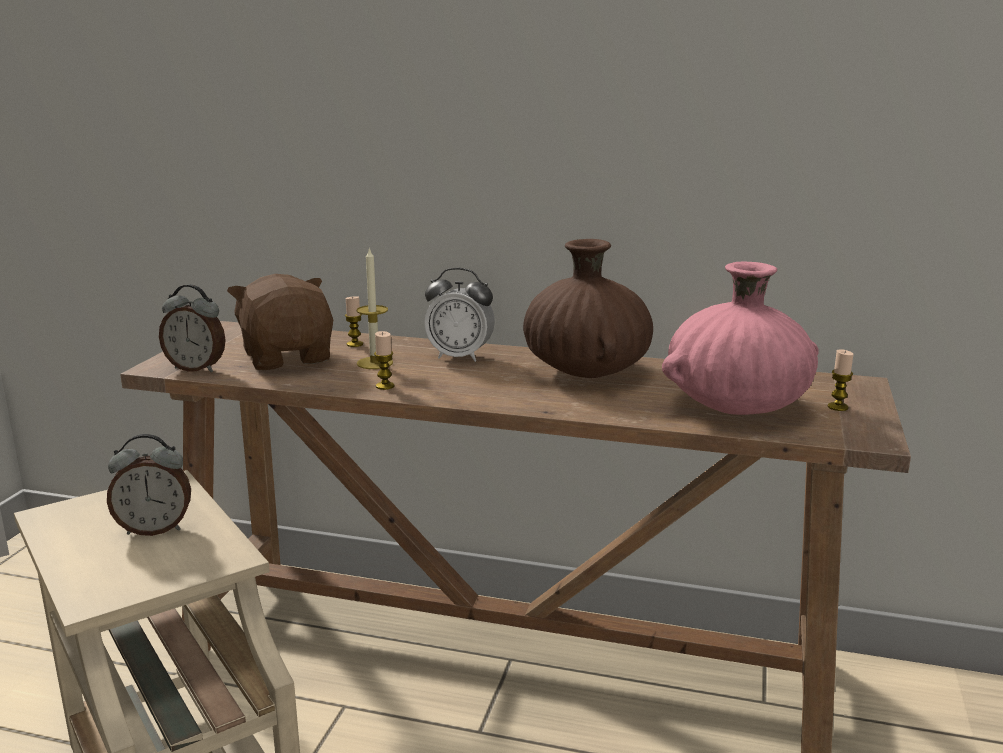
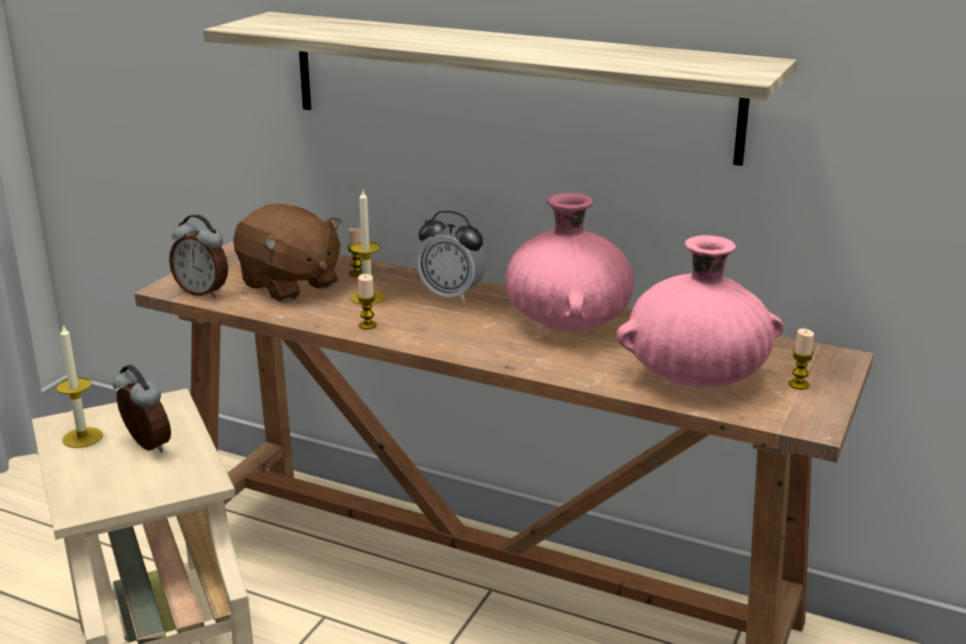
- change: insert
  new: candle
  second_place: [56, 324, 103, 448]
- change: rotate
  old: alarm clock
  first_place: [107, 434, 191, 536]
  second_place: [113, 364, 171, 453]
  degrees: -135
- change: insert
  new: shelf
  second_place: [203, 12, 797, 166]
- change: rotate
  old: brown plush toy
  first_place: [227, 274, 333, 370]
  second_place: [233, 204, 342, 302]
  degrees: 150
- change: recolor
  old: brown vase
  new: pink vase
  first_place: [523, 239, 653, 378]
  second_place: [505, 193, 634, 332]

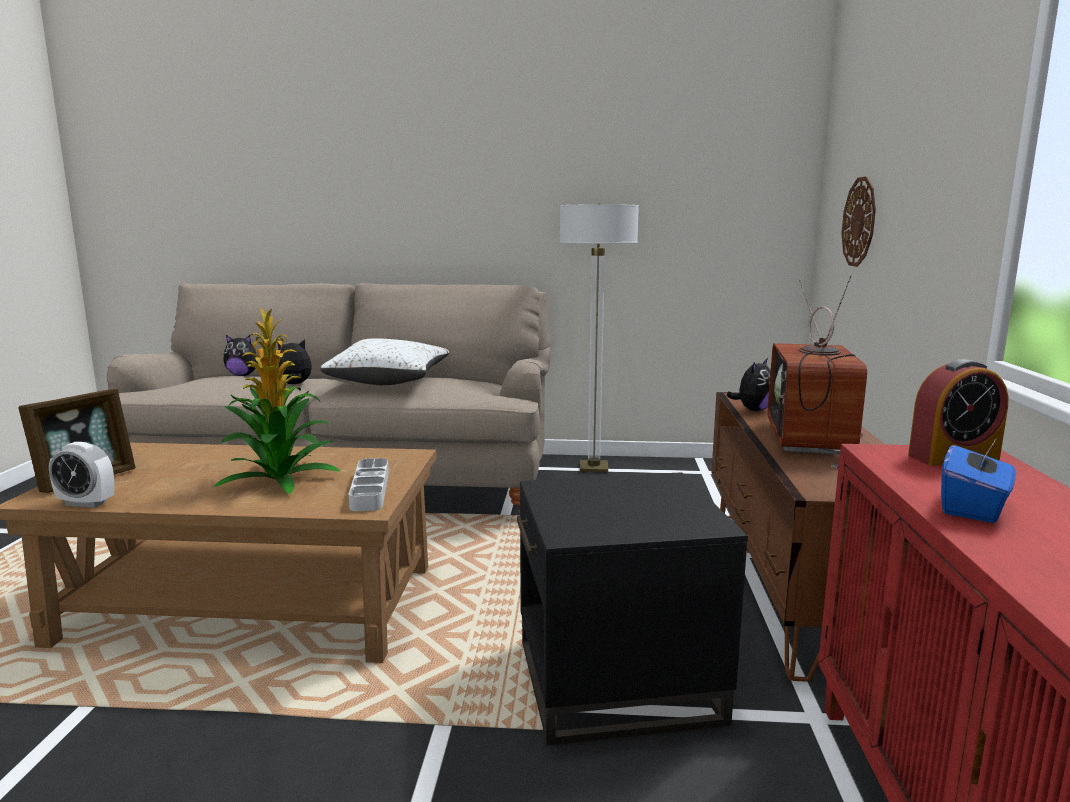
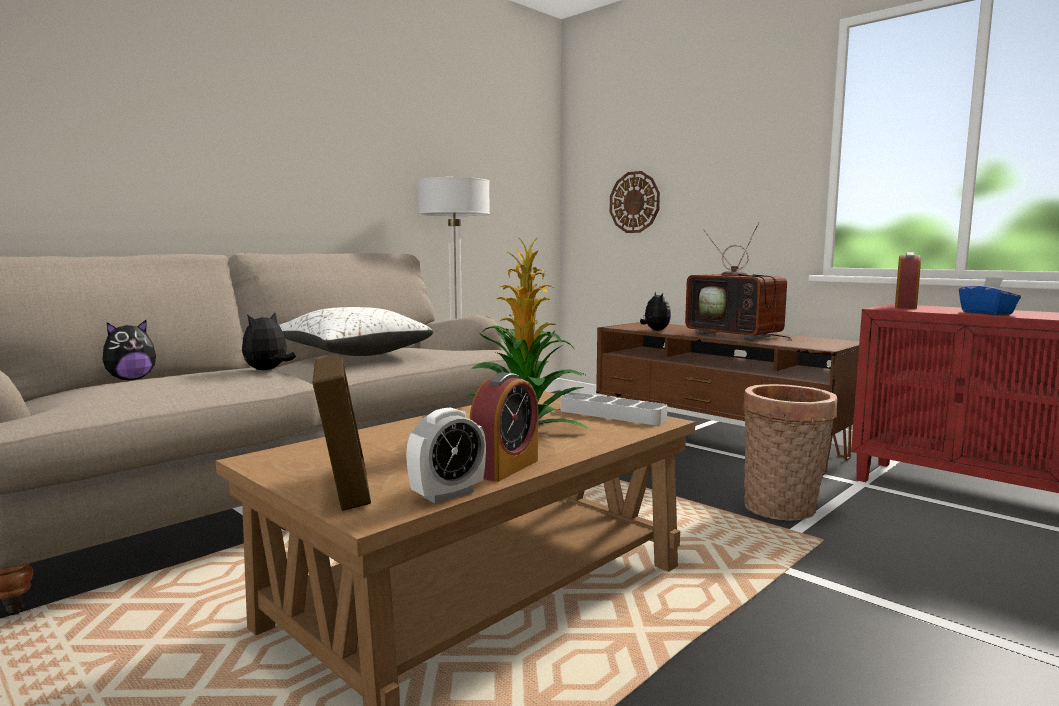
- change: insert
  new: alarm clock
  second_place: [470, 372, 538, 482]
- change: replace
  old: black side table
  new: basket
  first_place: [517, 472, 748, 745]
  second_place: [742, 384, 837, 521]

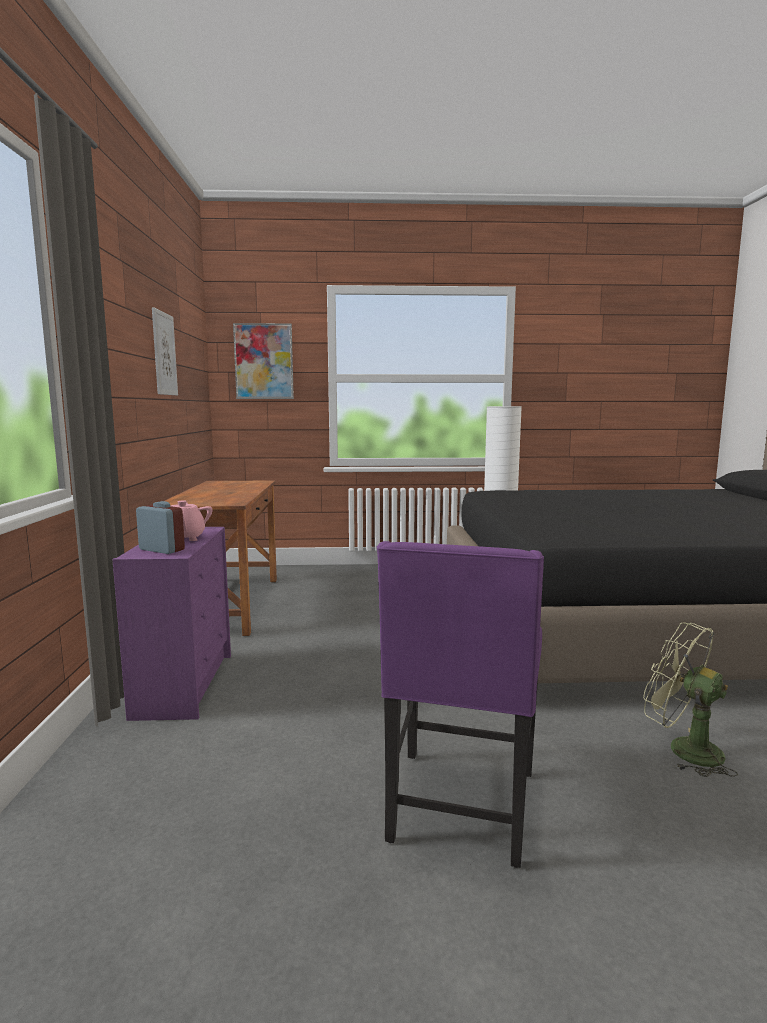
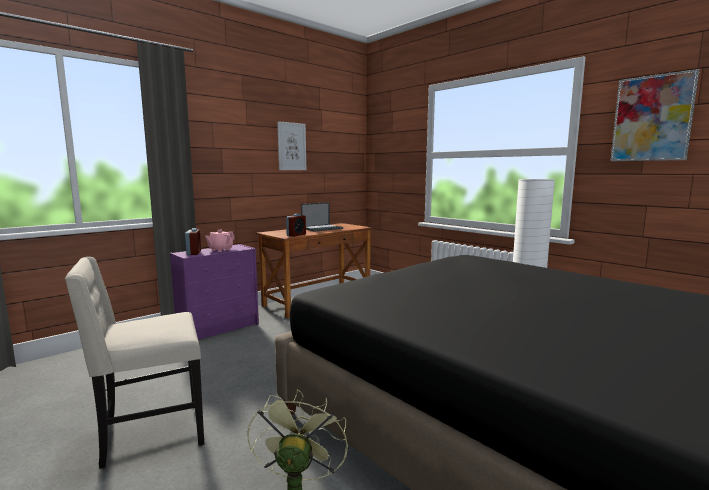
- change: recolor
  old: purple chair
  new: beige chair
  first_place: [377, 541, 544, 868]
  second_place: [65, 257, 204, 469]
- change: insert
  new: alarm clock
  second_place: [286, 214, 306, 237]
- change: insert
  new: laptop
  second_place: [301, 202, 343, 232]
- change: move
  old: picture
  first_place: [233, 323, 294, 399]
  second_place: [611, 69, 700, 161]

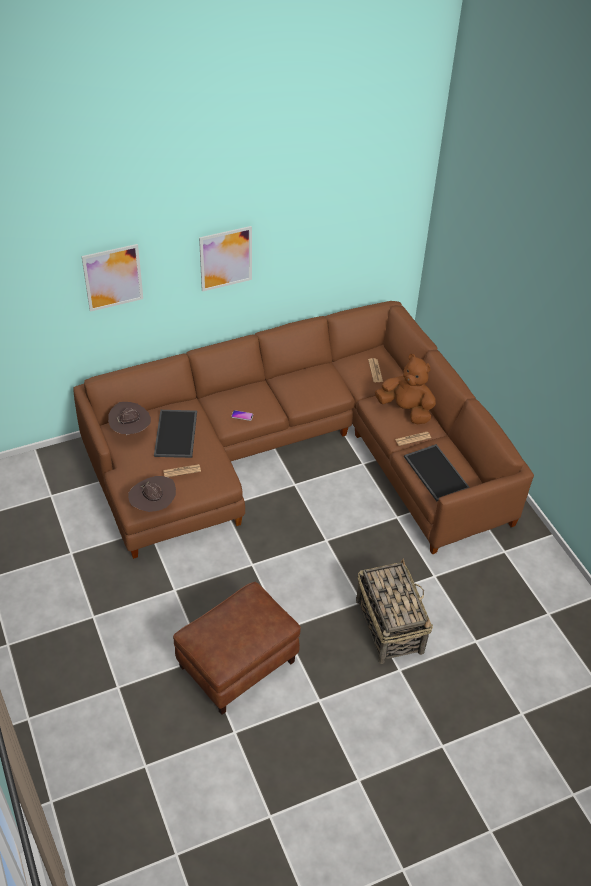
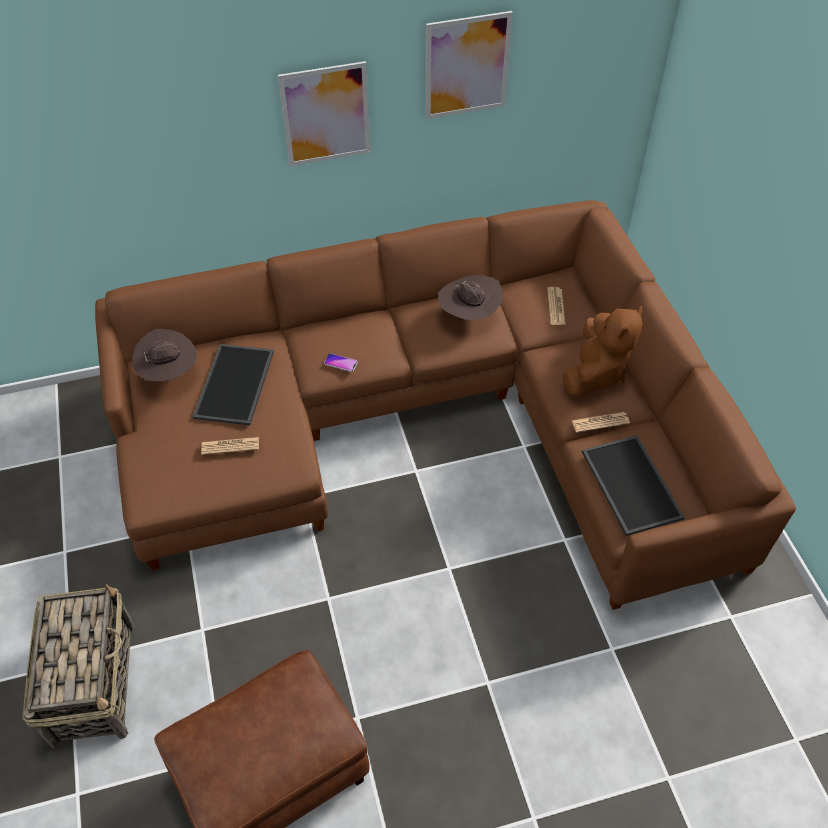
- change: move
  old: basket
  first_place: [356, 559, 433, 664]
  second_place: [22, 584, 135, 748]
- change: move
  old: picture
  first_place: [82, 244, 143, 312]
  second_place: [426, 11, 513, 119]
- change: move
  old: brown hat
  first_place: [128, 476, 176, 512]
  second_place: [438, 275, 503, 320]
- change: rotate
  old: brown plush toy
  first_place: [375, 354, 436, 424]
  second_place: [563, 306, 643, 396]
  degrees: 75

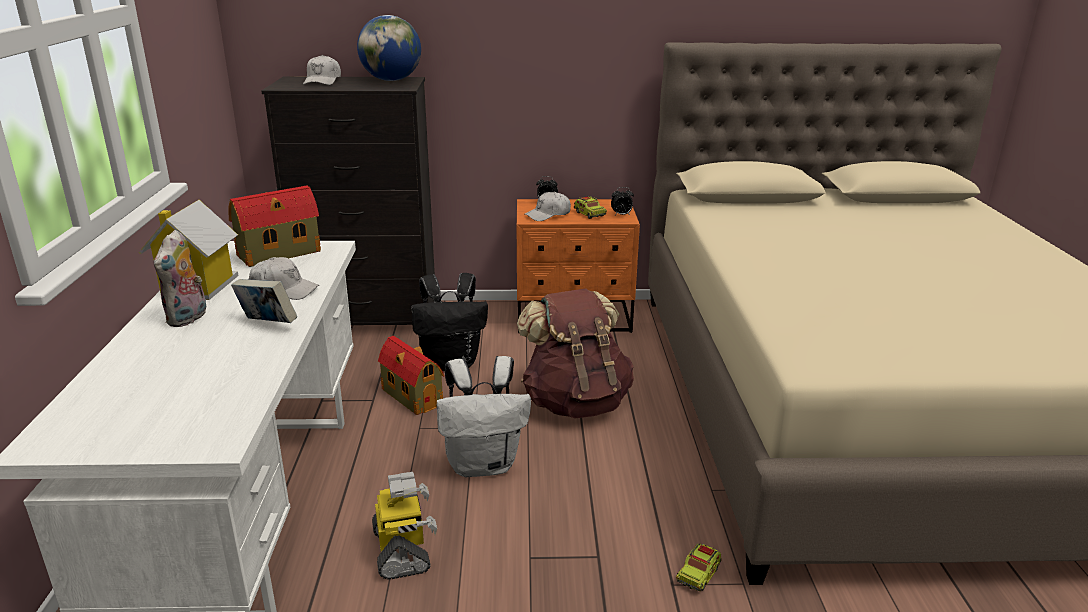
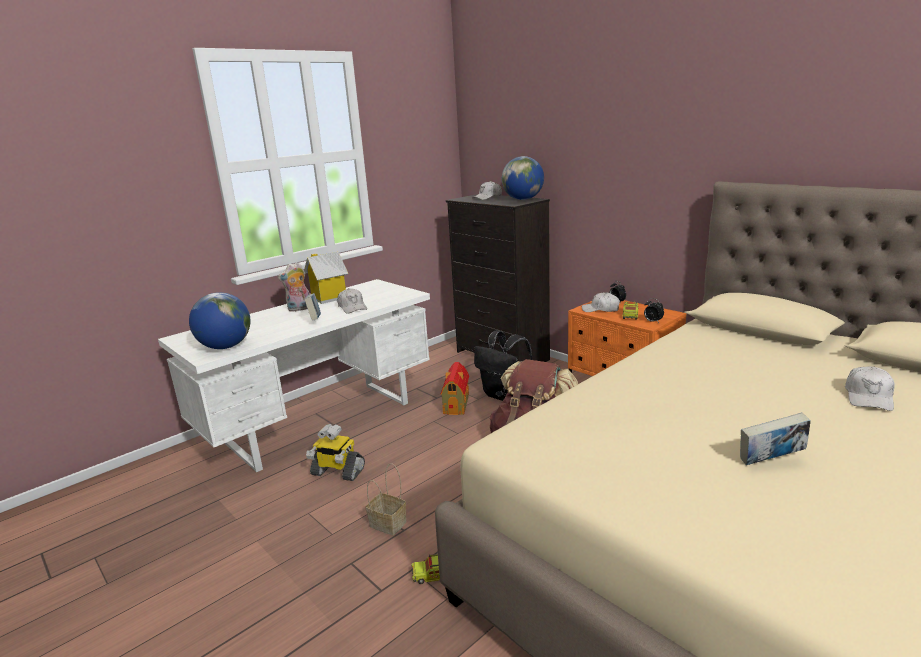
- change: insert
  new: globe
  second_place: [189, 292, 251, 349]
- change: rotate
  old: toy robot
  first_place: [372, 472, 437, 580]
  second_place: [306, 424, 365, 481]
  degrees: 75
- change: insert
  new: basket
  second_place: [366, 463, 407, 535]
- change: insert
  new: book
  second_place: [740, 412, 811, 465]
- change: insert
  new: white cap
  second_place: [845, 366, 895, 411]
- change: delete
  old: toy house
  first_place: [228, 186, 321, 267]
- change: delete
  old: white backpack
  first_place: [437, 356, 531, 477]

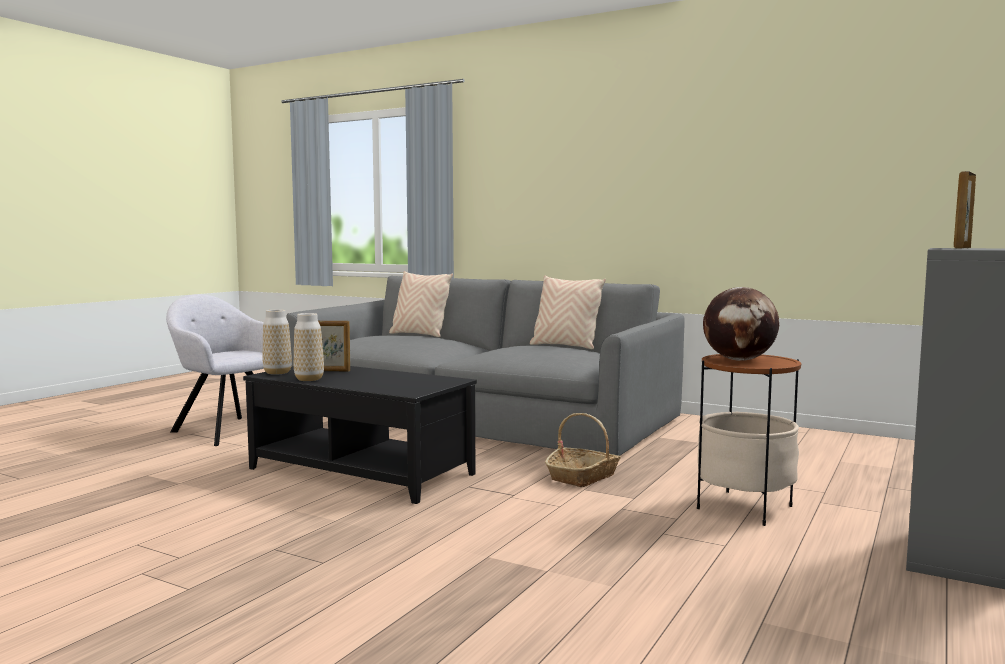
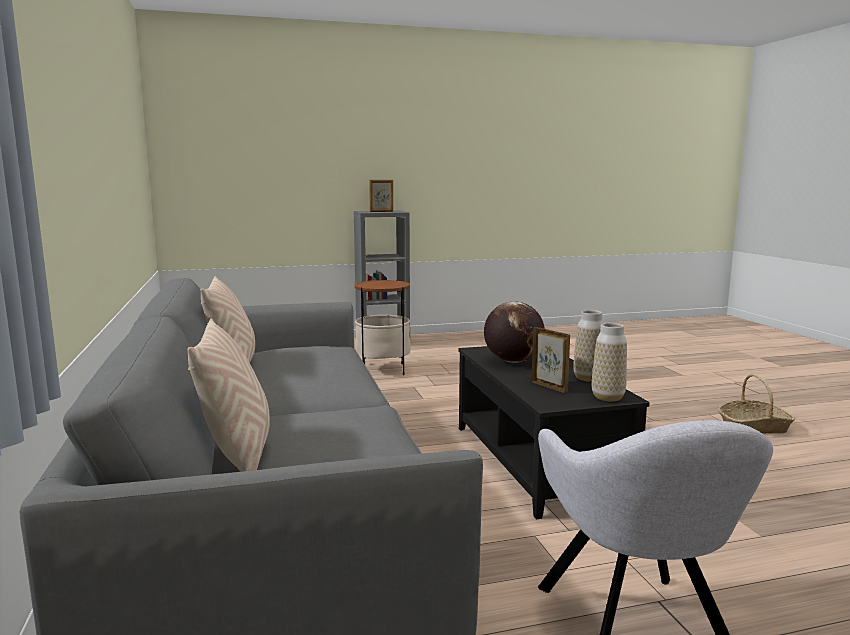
- change: move
  old: globe
  first_place: [703, 287, 779, 361]
  second_place: [484, 301, 545, 363]
- change: move
  old: basket
  first_place: [545, 413, 621, 487]
  second_place: [718, 374, 795, 434]

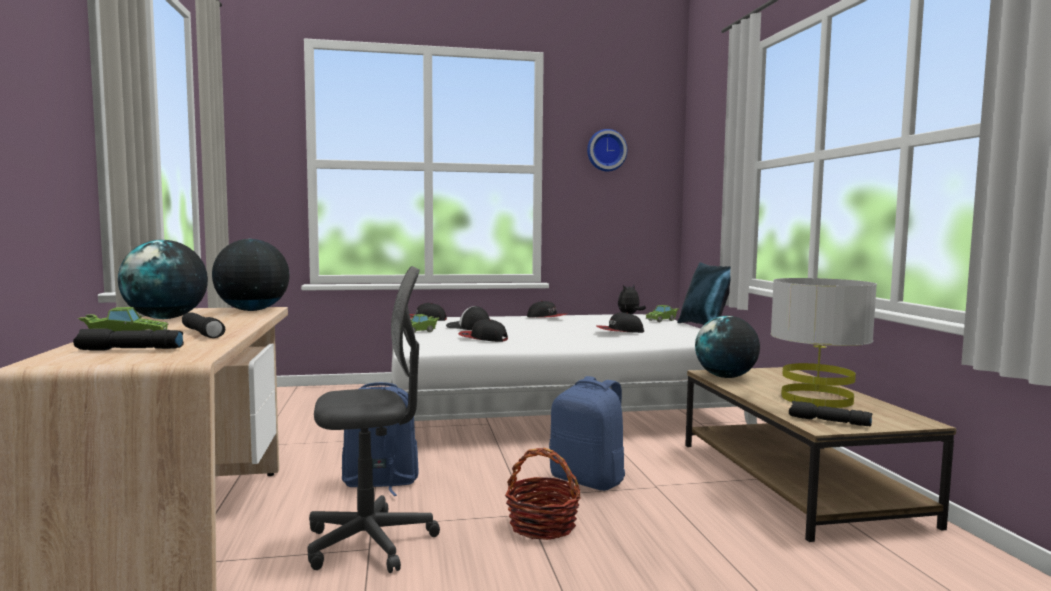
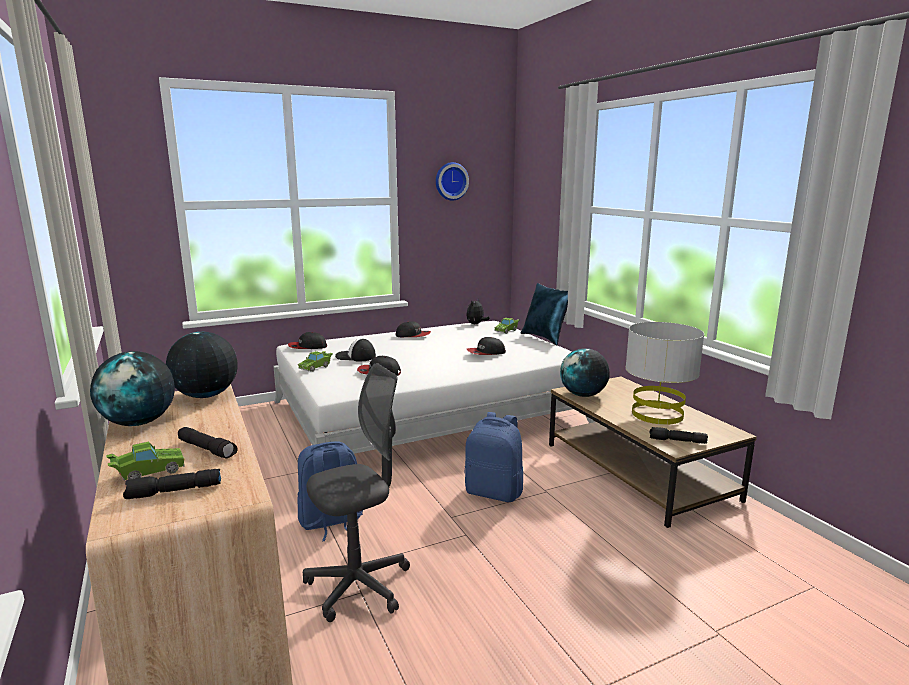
- change: delete
  old: basket
  first_place: [505, 448, 580, 540]

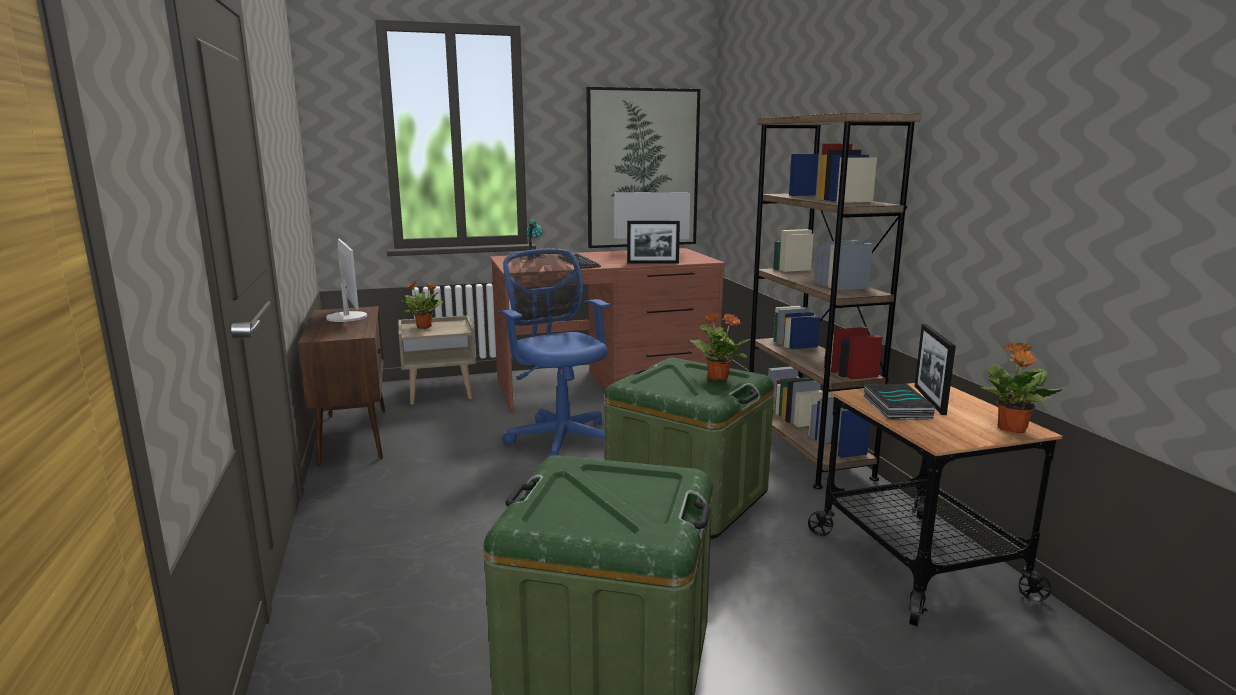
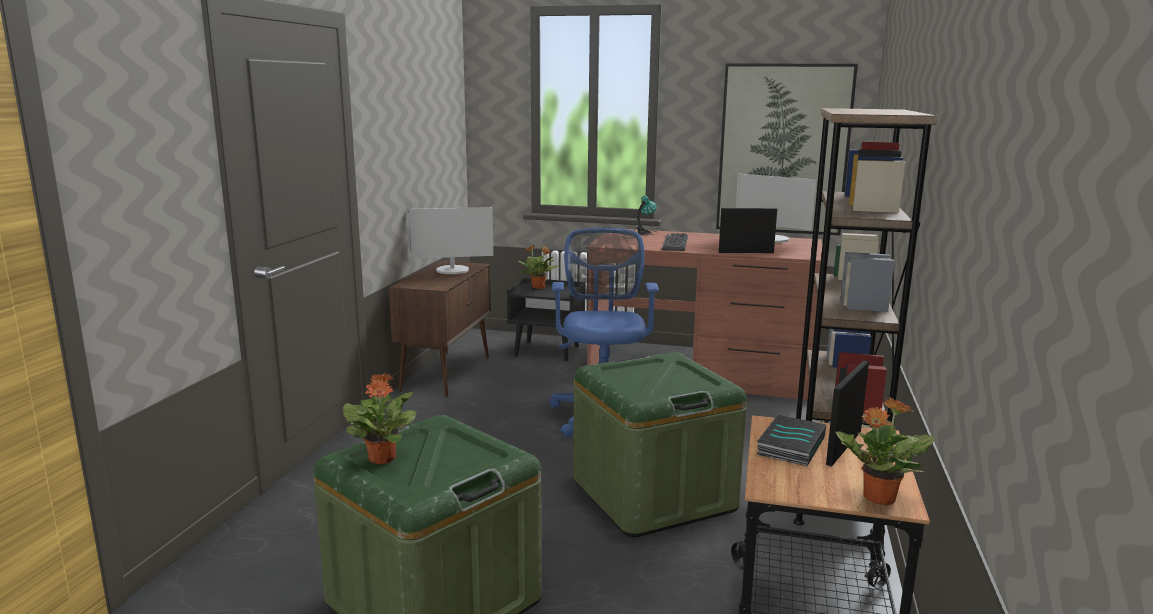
- change: move
  old: potted plant
  first_place: [690, 312, 750, 380]
  second_place: [343, 373, 417, 464]
- change: rotate
  old: monitor
  first_place: [326, 239, 367, 322]
  second_place: [409, 207, 493, 274]
  degrees: 75
- change: recolor
  old: beige nightstand
  new: black nightstand
  first_place: [399, 315, 476, 405]
  second_place: [507, 278, 585, 361]
- change: rotate
  old: picture frame
  first_place: [627, 221, 680, 264]
  second_place: [719, 208, 777, 253]
  degrees: 150

